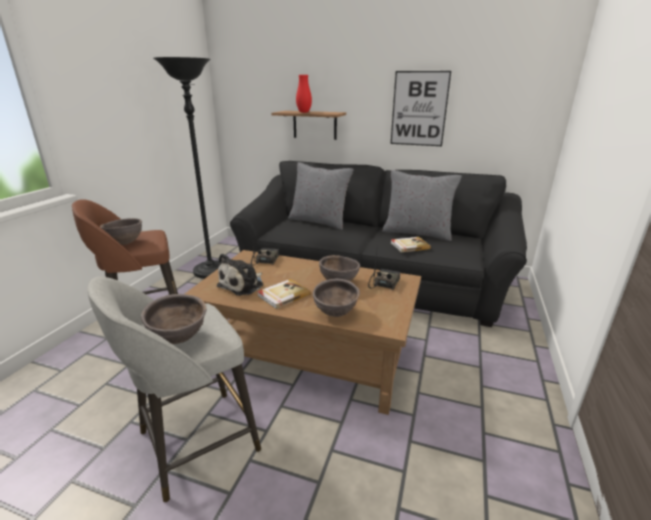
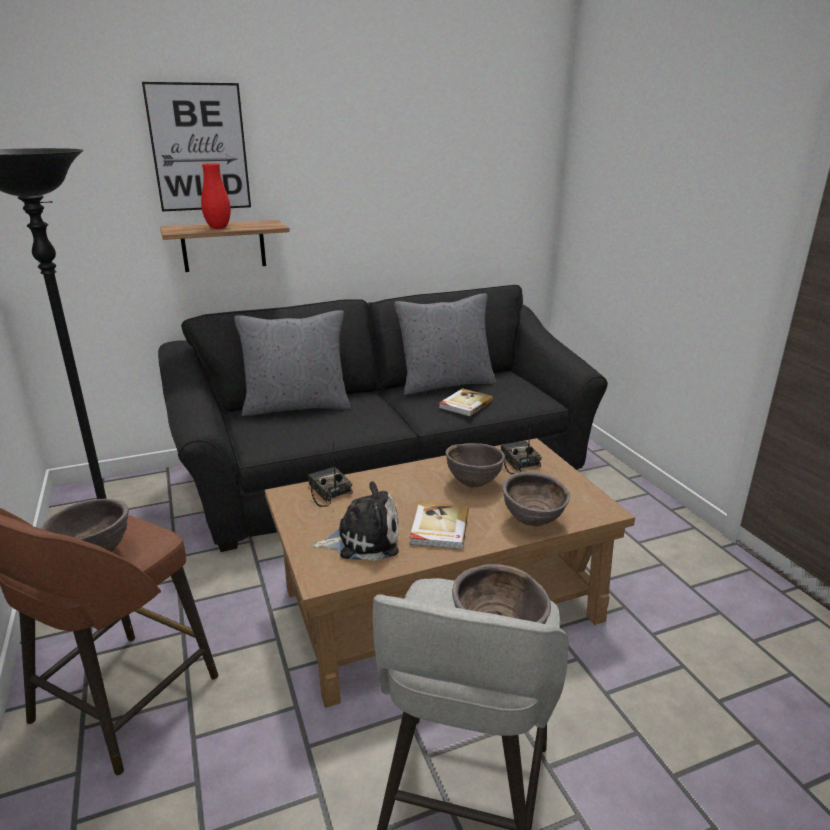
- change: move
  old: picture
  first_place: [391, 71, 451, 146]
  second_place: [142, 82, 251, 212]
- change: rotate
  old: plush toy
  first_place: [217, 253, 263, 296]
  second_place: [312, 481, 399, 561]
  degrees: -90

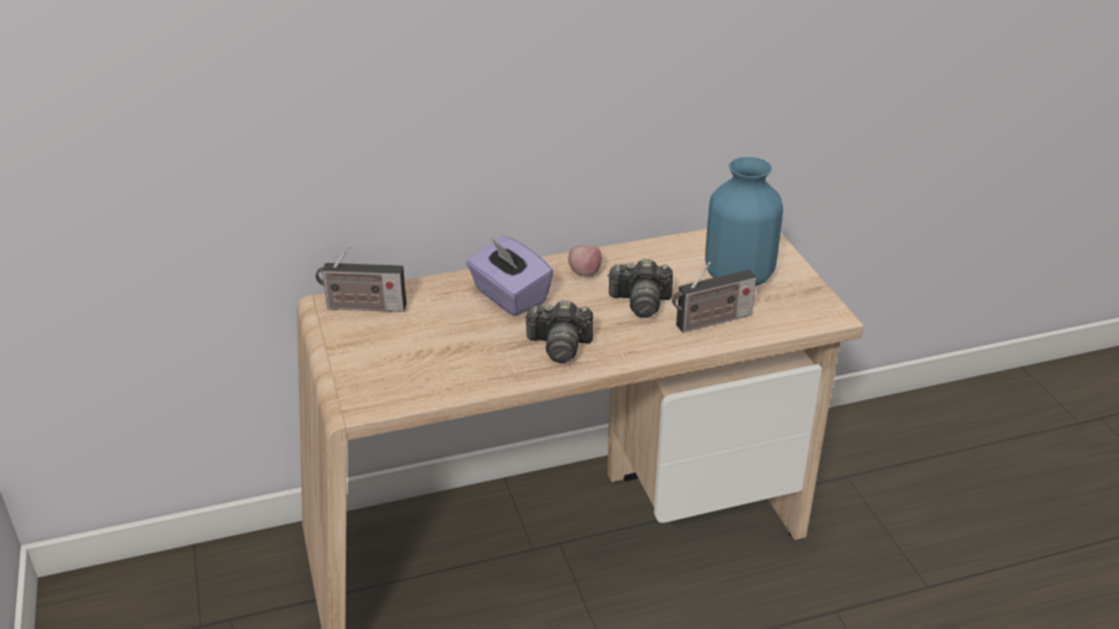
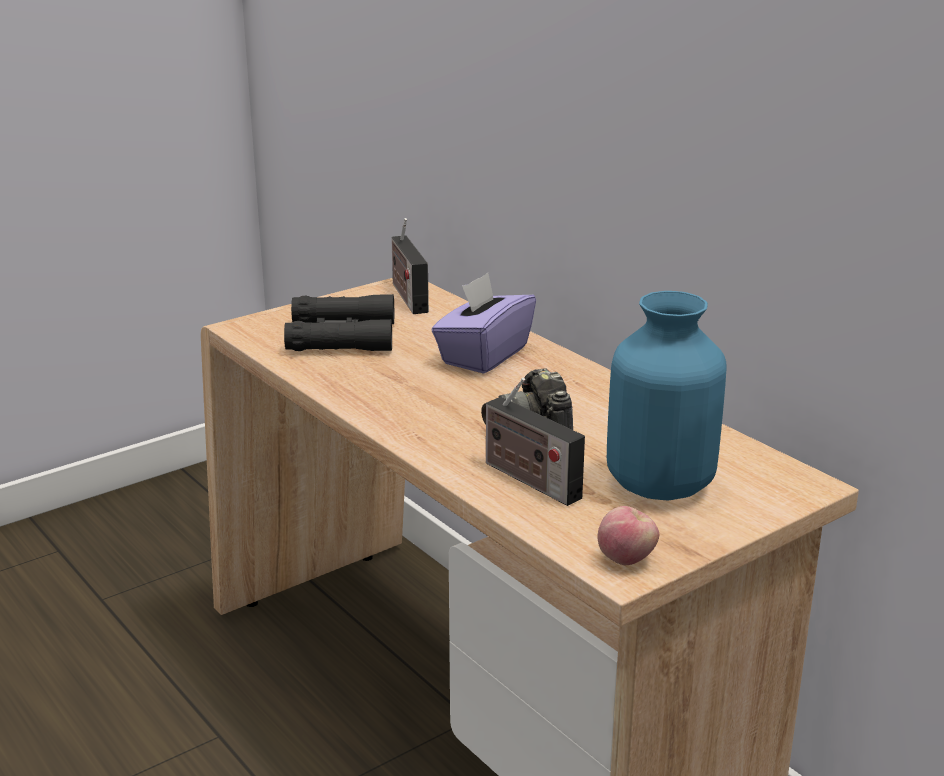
- change: insert
  new: black binoculars
  second_place: [284, 294, 394, 351]
- change: move
  old: apple
  first_place: [568, 245, 602, 275]
  second_place: [597, 506, 659, 565]
- change: delete
  old: photo camera
  first_place: [524, 300, 593, 363]

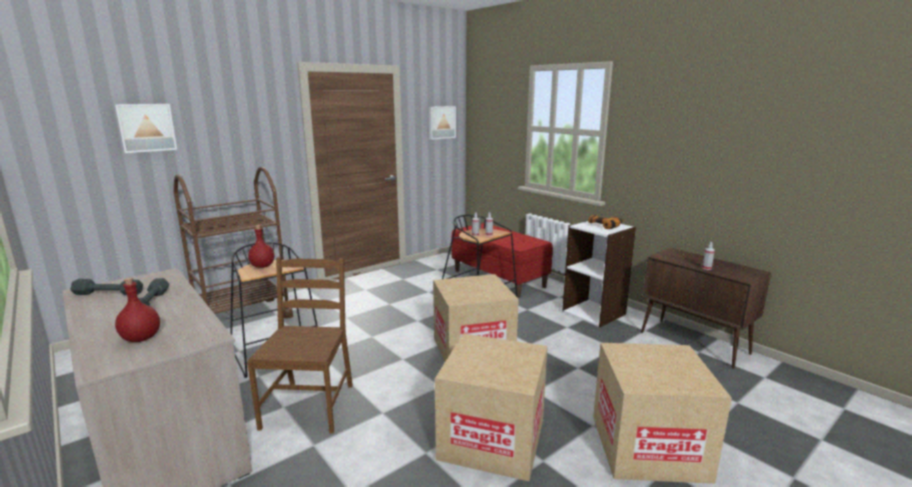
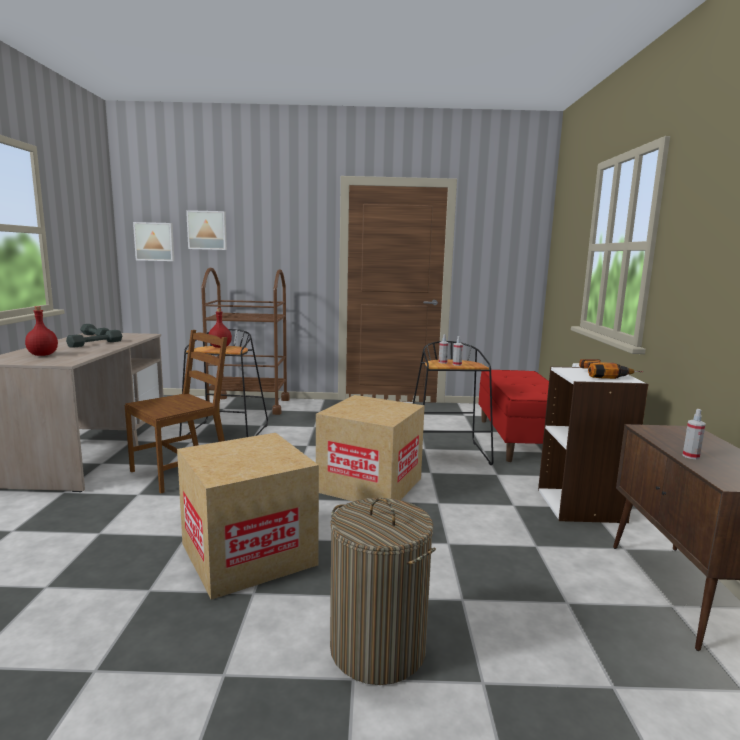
- change: move
  old: picture
  first_place: [429, 106, 456, 140]
  second_place: [133, 222, 174, 261]
- change: replace
  old: cardboard box
  new: laundry basket
  first_place: [593, 343, 732, 484]
  second_place: [330, 498, 436, 685]

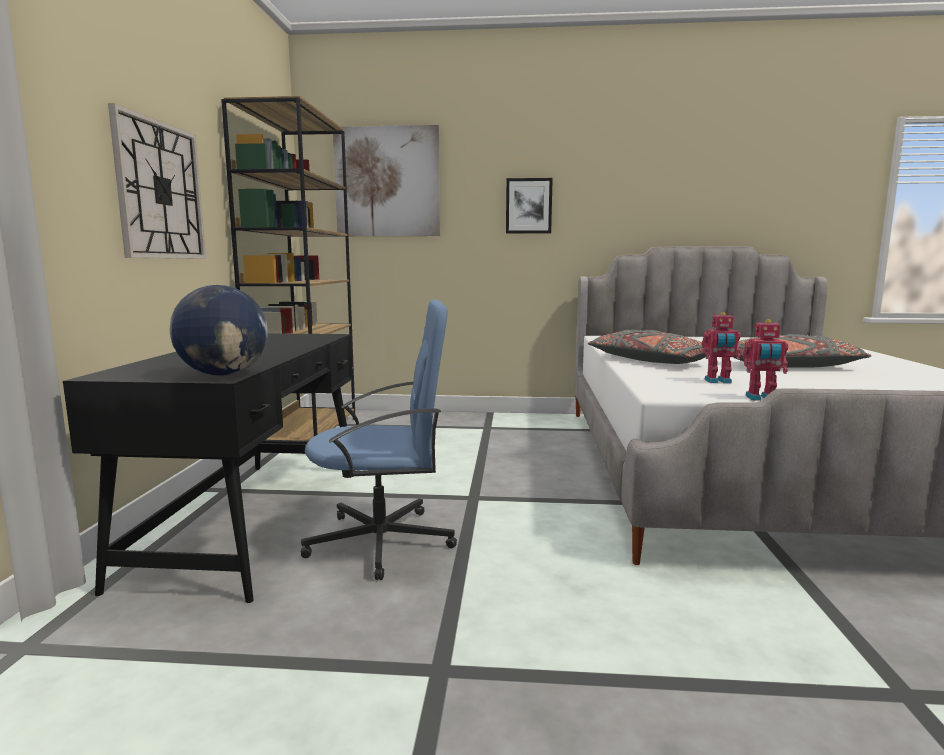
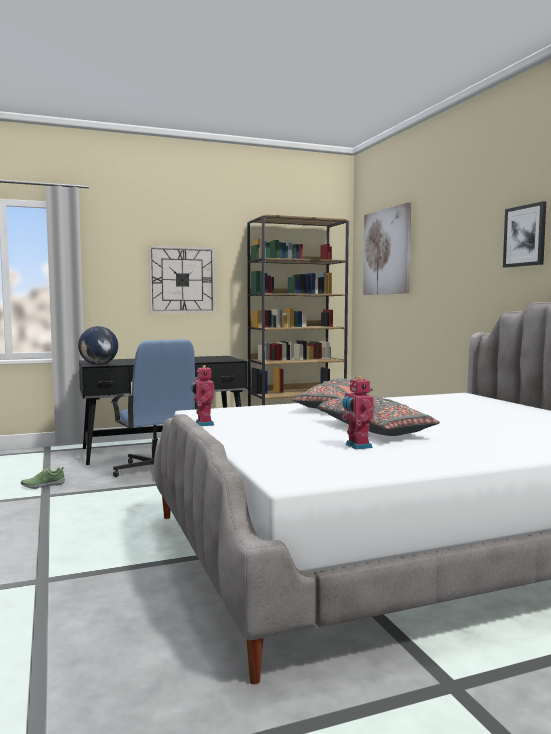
- change: insert
  new: shoe
  second_place: [21, 467, 65, 489]
- change: move
  old: toy robot
  first_place: [702, 312, 741, 384]
  second_place: [342, 376, 374, 450]
- change: move
  old: picture
  first_place: [506, 178, 553, 234]
  second_place: [503, 201, 546, 268]

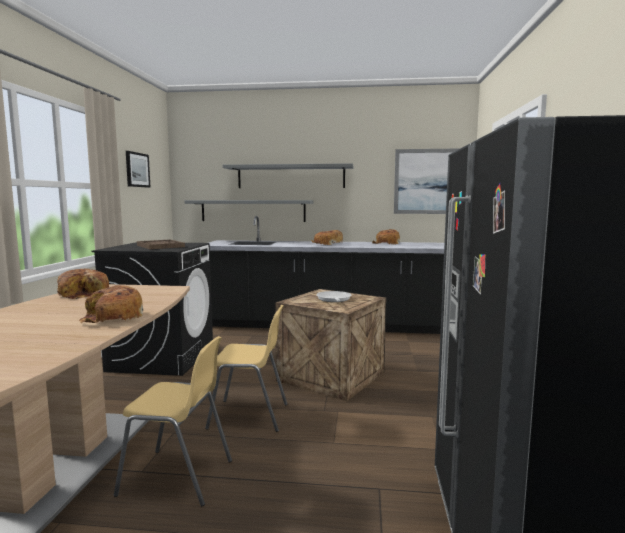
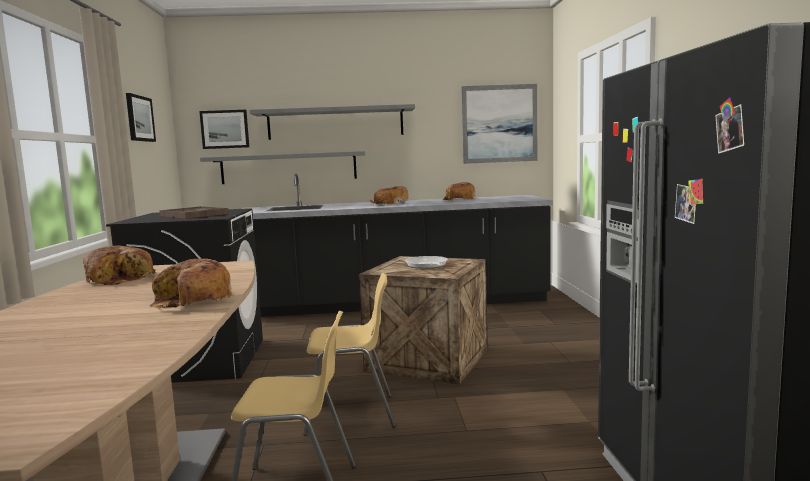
- change: insert
  new: picture
  second_place: [199, 110, 249, 149]

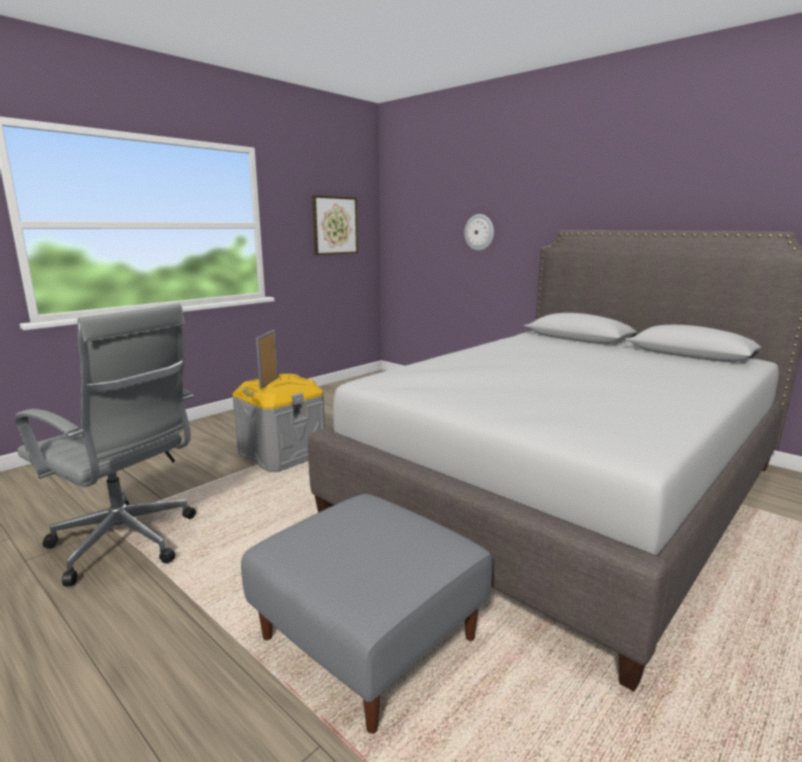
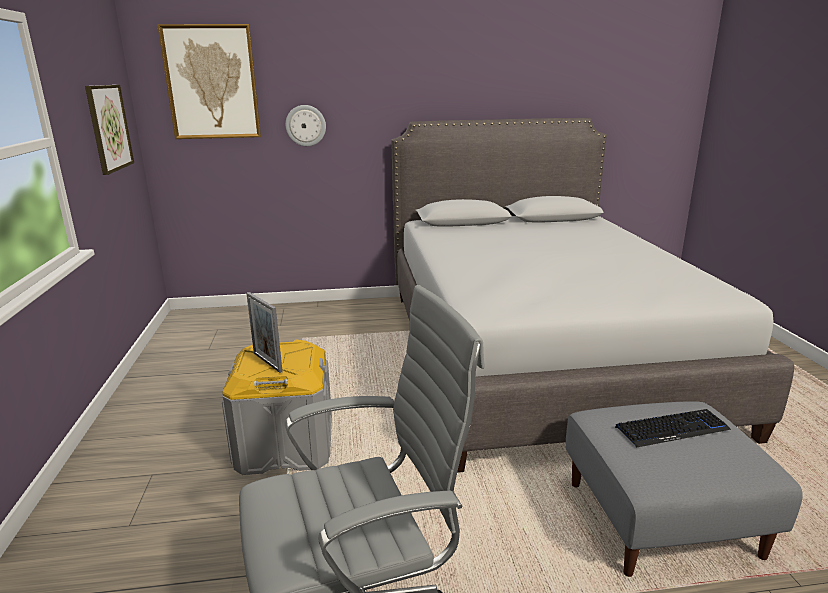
- change: insert
  new: picture
  second_place: [157, 24, 261, 139]
- change: insert
  new: keyboard
  second_place: [615, 409, 731, 447]

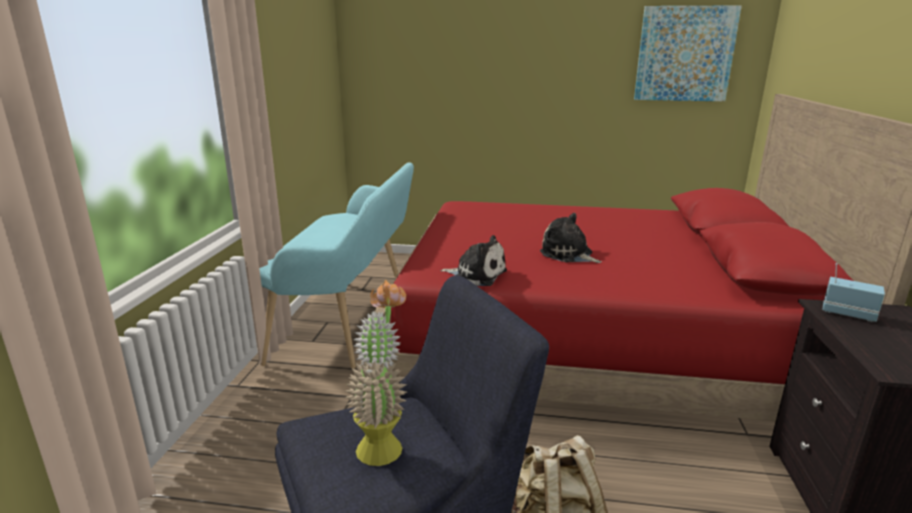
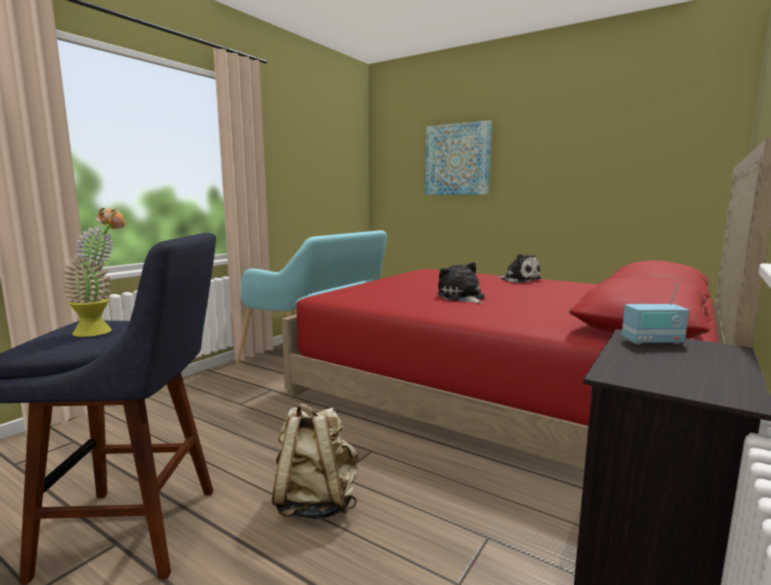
- change: move
  old: picture
  first_place: [634, 5, 742, 101]
  second_place: [425, 120, 492, 195]
- change: move
  old: plush toy
  first_place: [440, 235, 507, 286]
  second_place: [497, 254, 541, 283]
- change: rotate
  old: radio
  first_place: [823, 263, 885, 322]
  second_place: [622, 282, 689, 344]
  degrees: 120

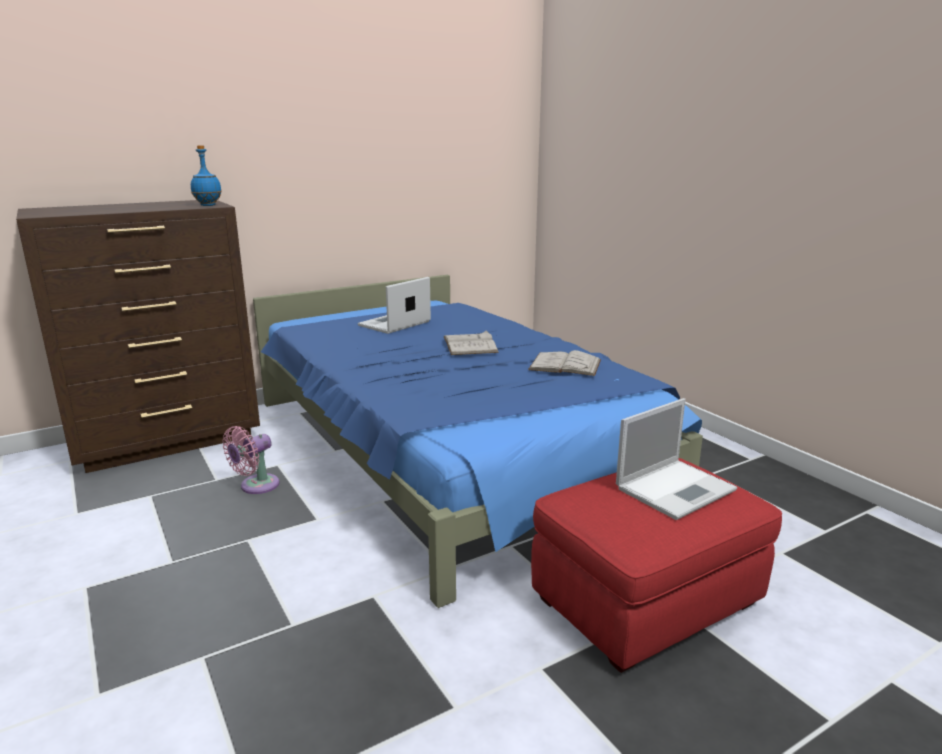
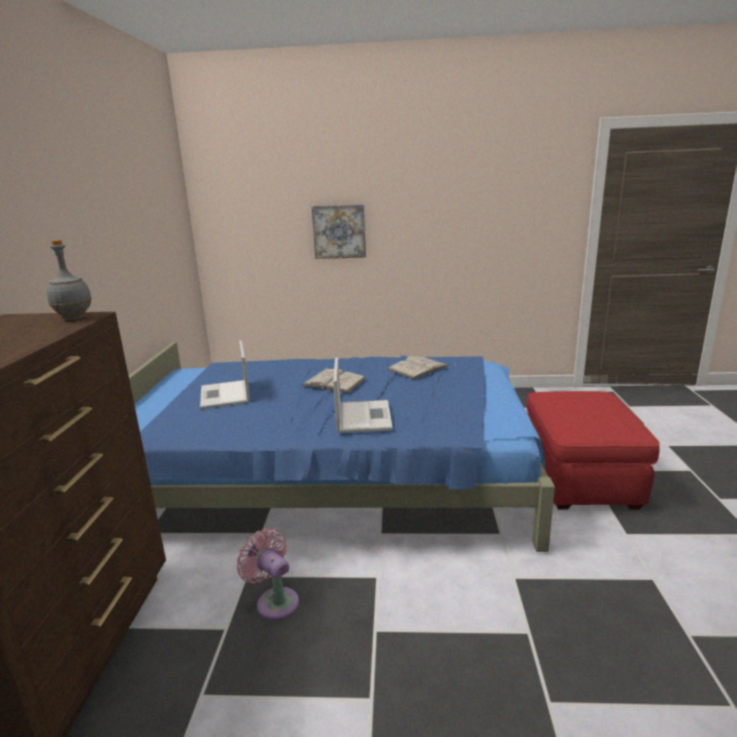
- change: recolor
  old: blue bottle
  new: grey bottle
  first_place: [191, 145, 222, 206]
  second_place: [47, 240, 92, 320]
- change: rotate
  old: pink fan
  first_place: [223, 426, 280, 494]
  second_place: [237, 528, 299, 620]
  degrees: 150
- change: insert
  new: picture
  second_place: [312, 204, 366, 259]
- change: move
  old: laptop
  first_place: [616, 398, 737, 520]
  second_place: [333, 358, 393, 433]

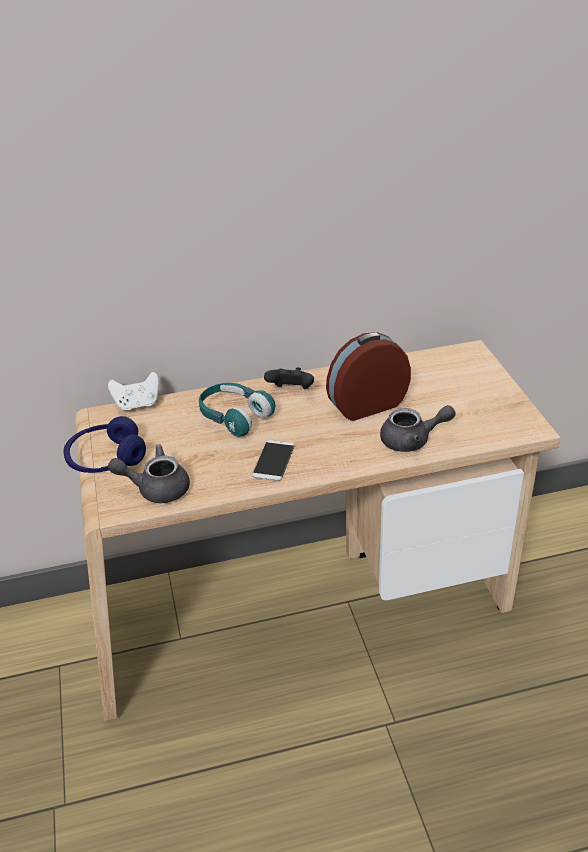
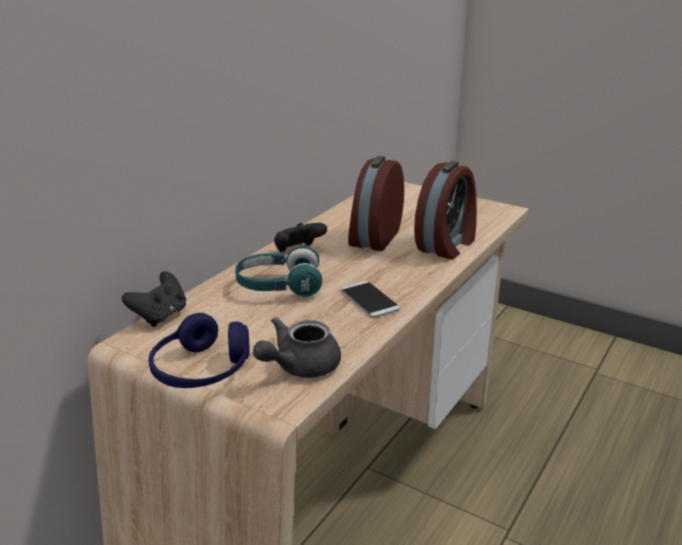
- change: recolor
  old: white game controller
  new: black game controller
  first_place: [108, 372, 159, 412]
  second_place: [122, 271, 186, 327]
- change: replace
  old: grey teapot
  new: alarm clock
  first_place: [380, 405, 456, 452]
  second_place: [414, 161, 477, 259]

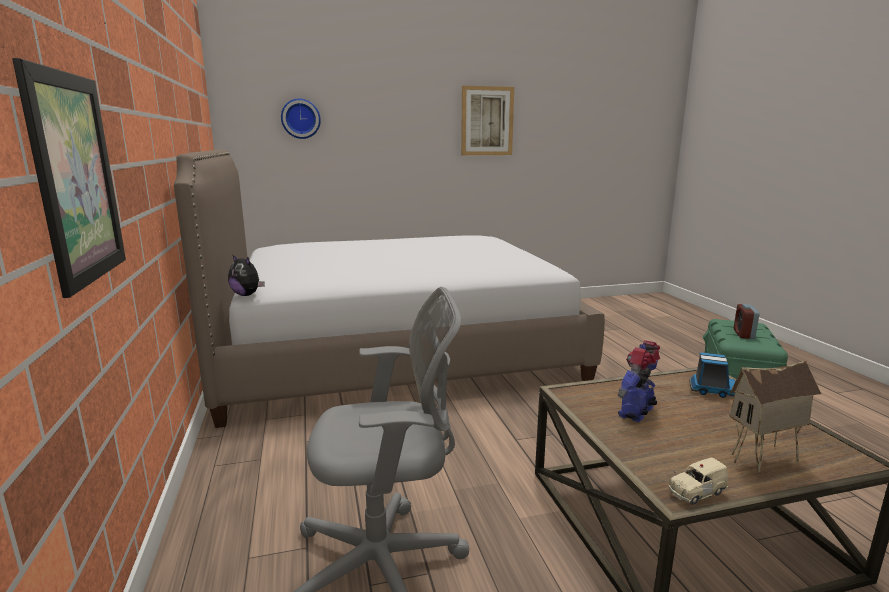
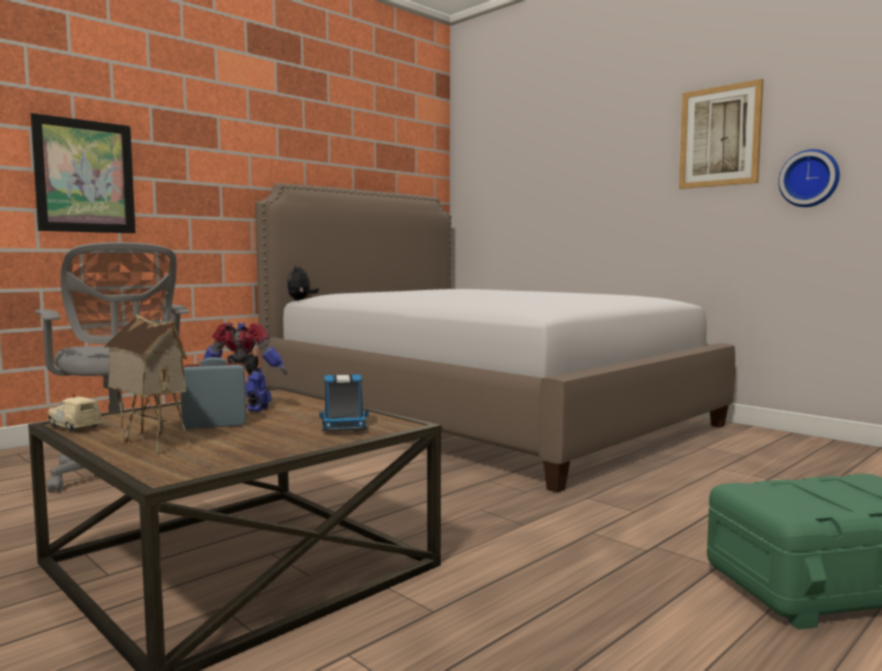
- change: move
  old: alarm clock
  first_place: [734, 304, 759, 339]
  second_place: [181, 357, 246, 429]
- change: move
  old: wall clock
  first_place: [281, 98, 321, 139]
  second_place: [778, 149, 840, 207]

